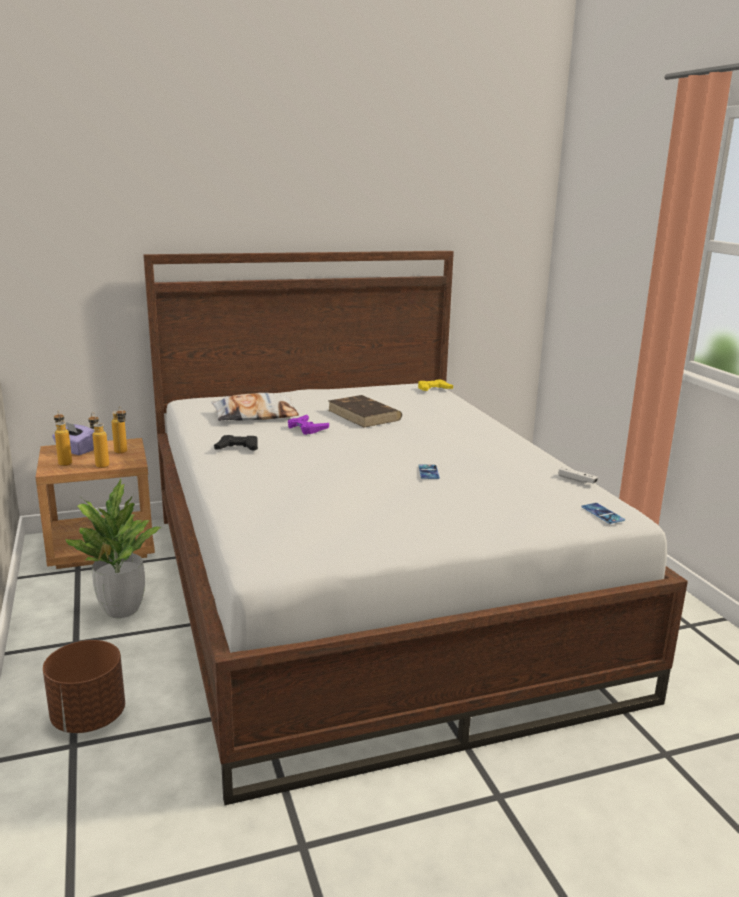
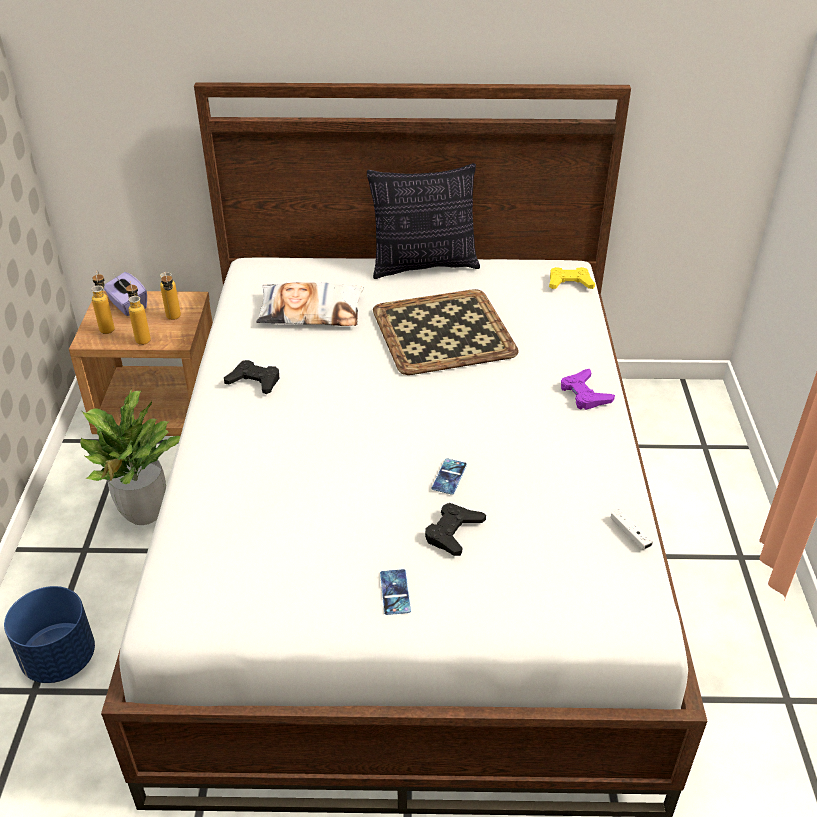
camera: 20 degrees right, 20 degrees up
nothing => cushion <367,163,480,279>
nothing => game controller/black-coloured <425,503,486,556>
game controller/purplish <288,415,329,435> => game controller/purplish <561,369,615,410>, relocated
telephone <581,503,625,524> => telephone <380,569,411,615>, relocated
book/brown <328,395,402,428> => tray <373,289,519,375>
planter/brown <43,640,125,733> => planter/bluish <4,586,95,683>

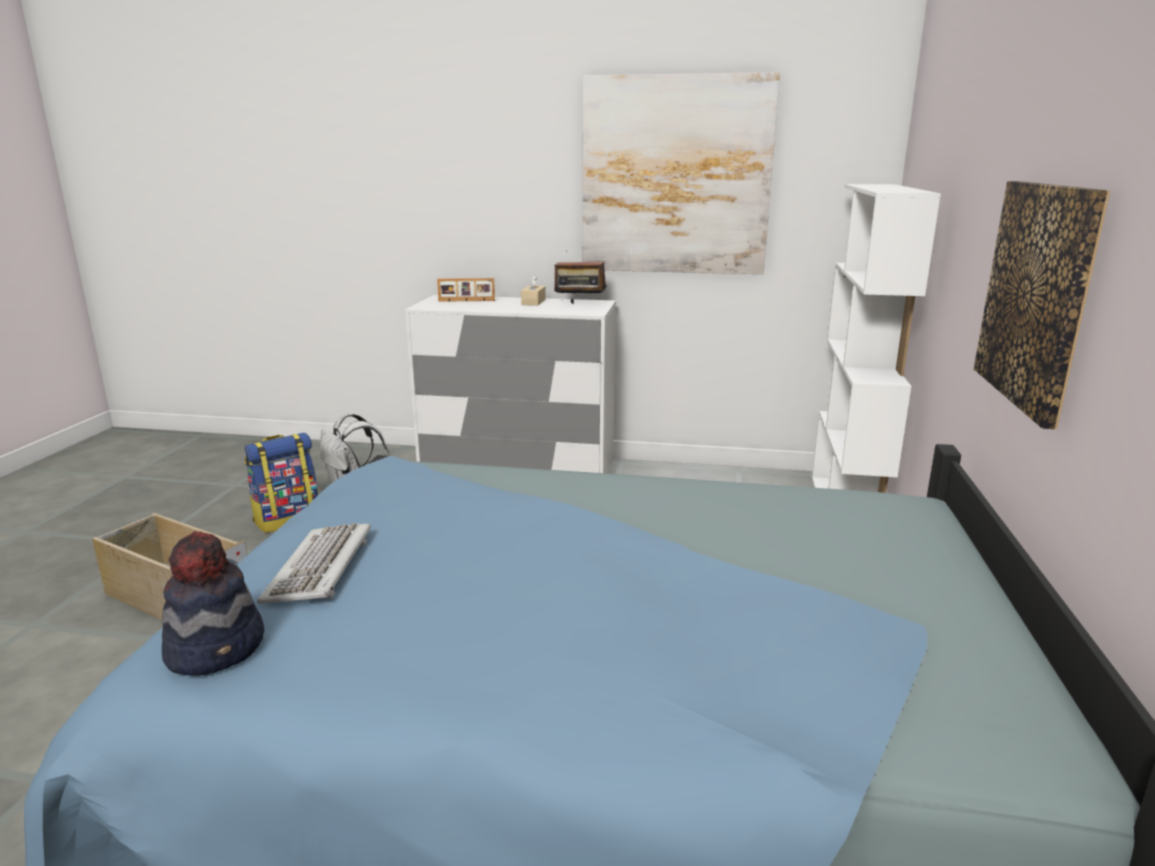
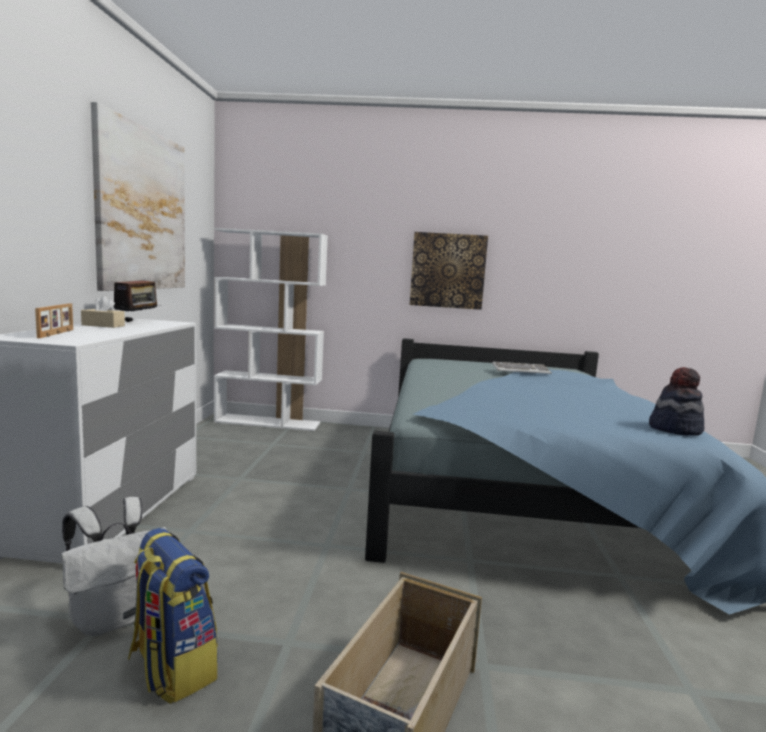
camera: 95 degrees left, 10 degrees down
PC keyboard <257,523,371,604> => PC keyboard <492,362,552,374>, relocated

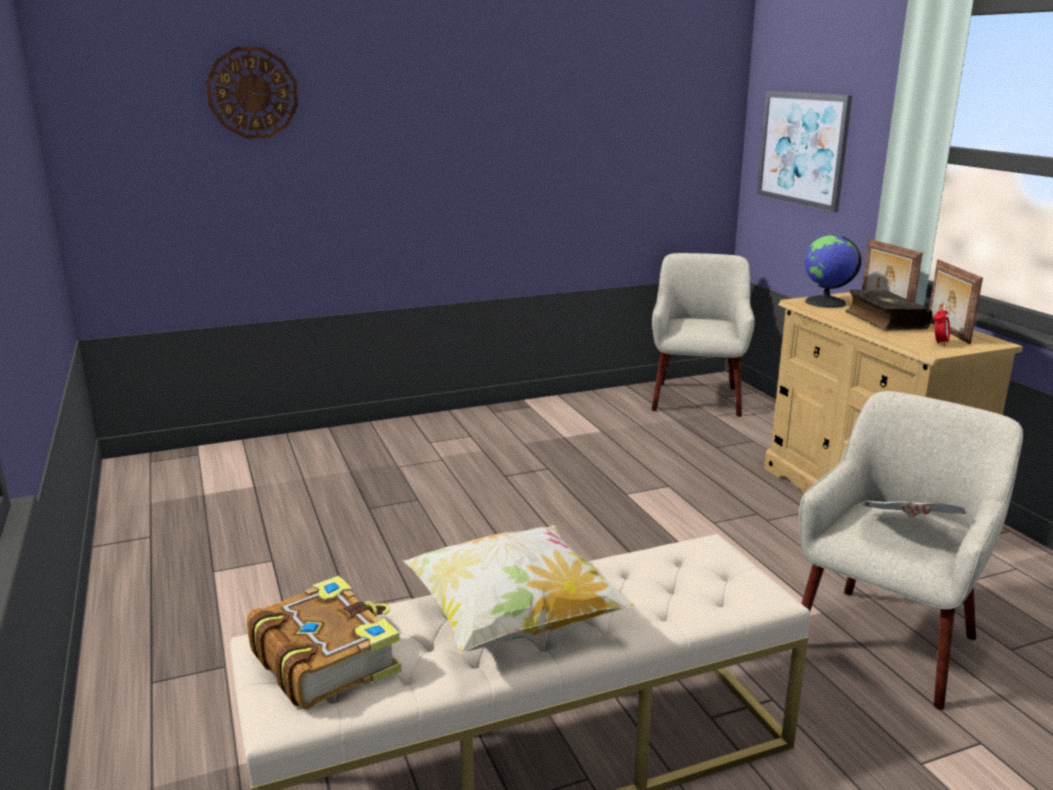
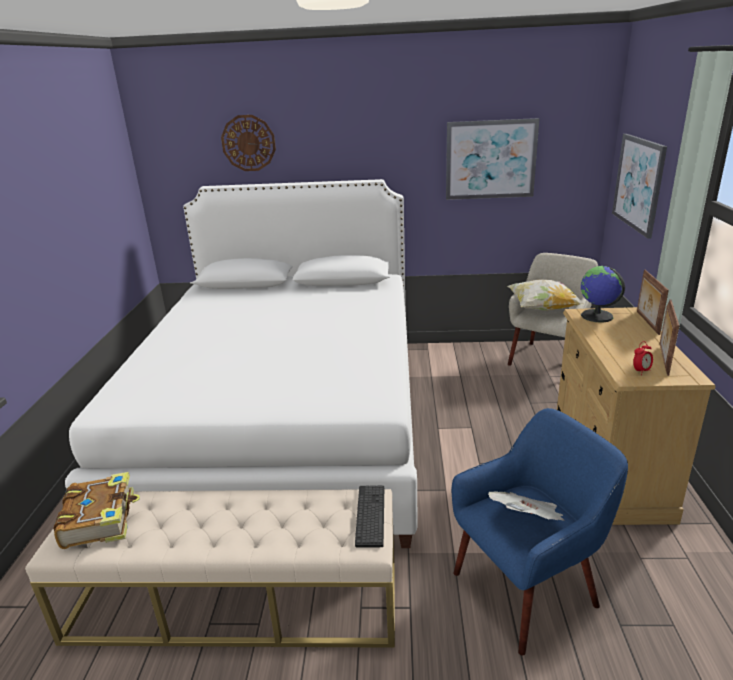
camera: 25 degrees right, 5 degrees up
book <845,290,933,330> => nothing
nothing => bed/white <65,179,418,548>
nothing => PC keyboard <355,485,384,547>
nothing => wall picture <446,118,539,200>
cushion <403,525,635,654> => cushion <508,279,584,311>, relocated
armchair/beige-coloured <799,391,1023,710> => armchair/bluish <451,408,628,656>

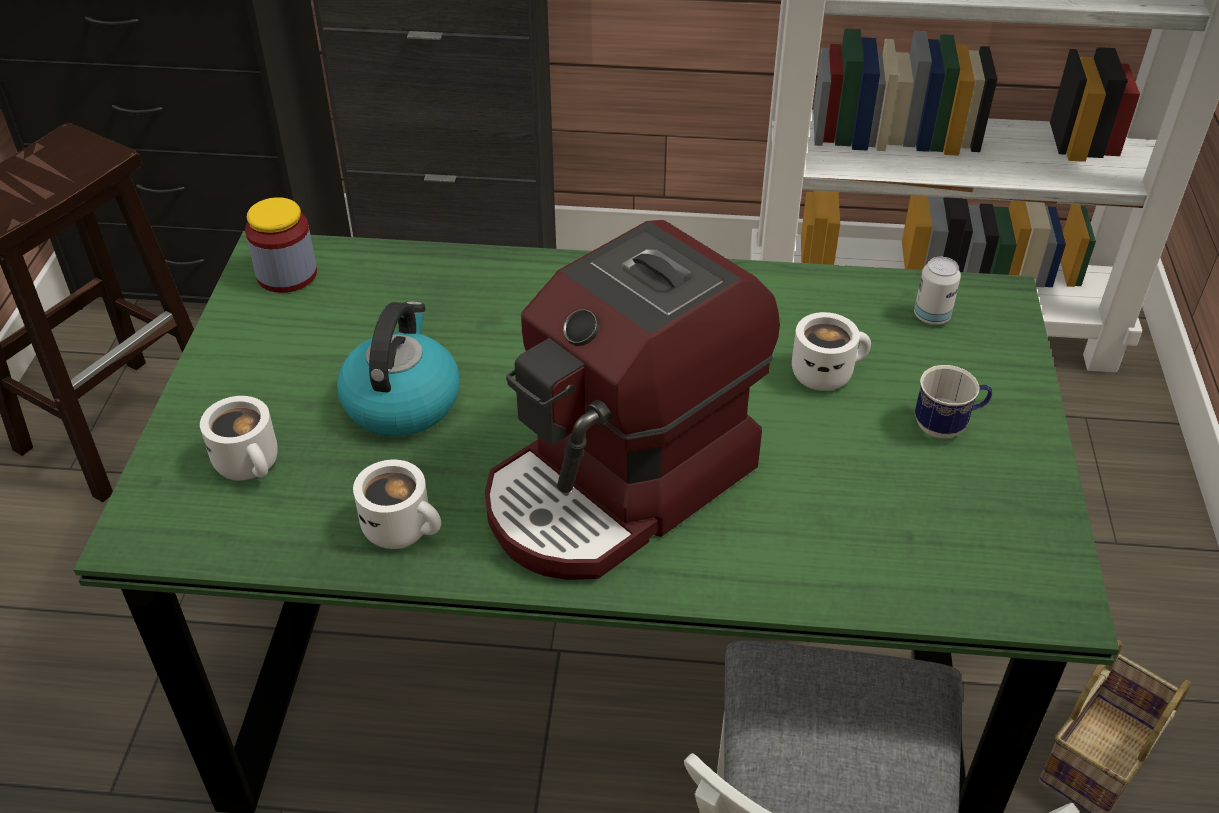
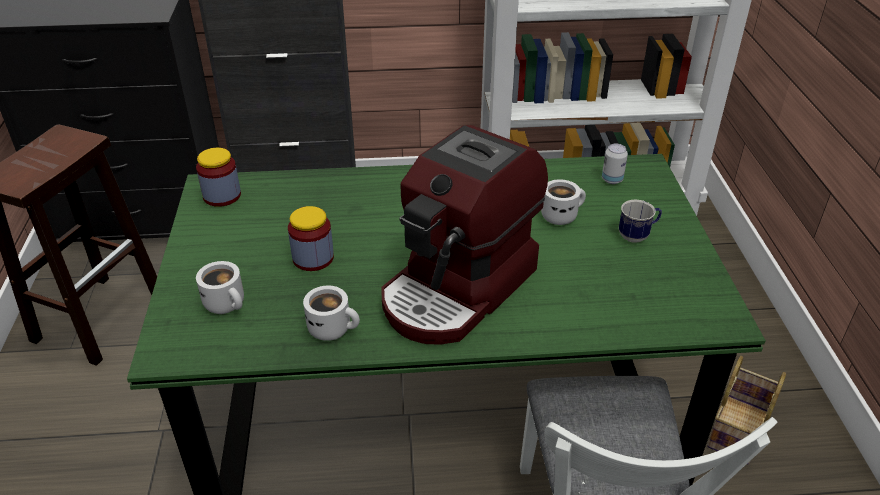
camera: 10 degrees left, 5 degrees down
water kettle <337,301,460,436> => jar <288,206,334,271>

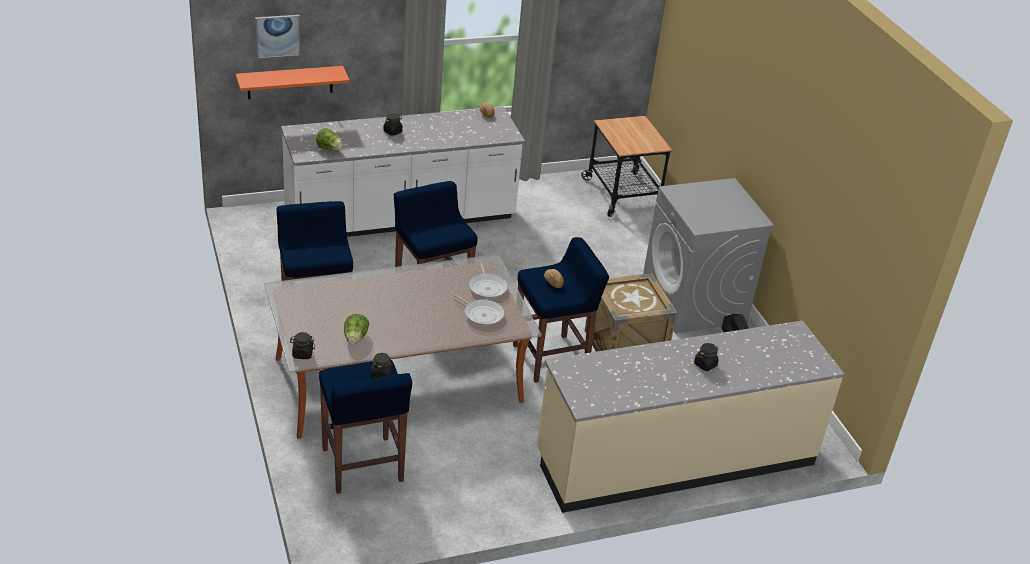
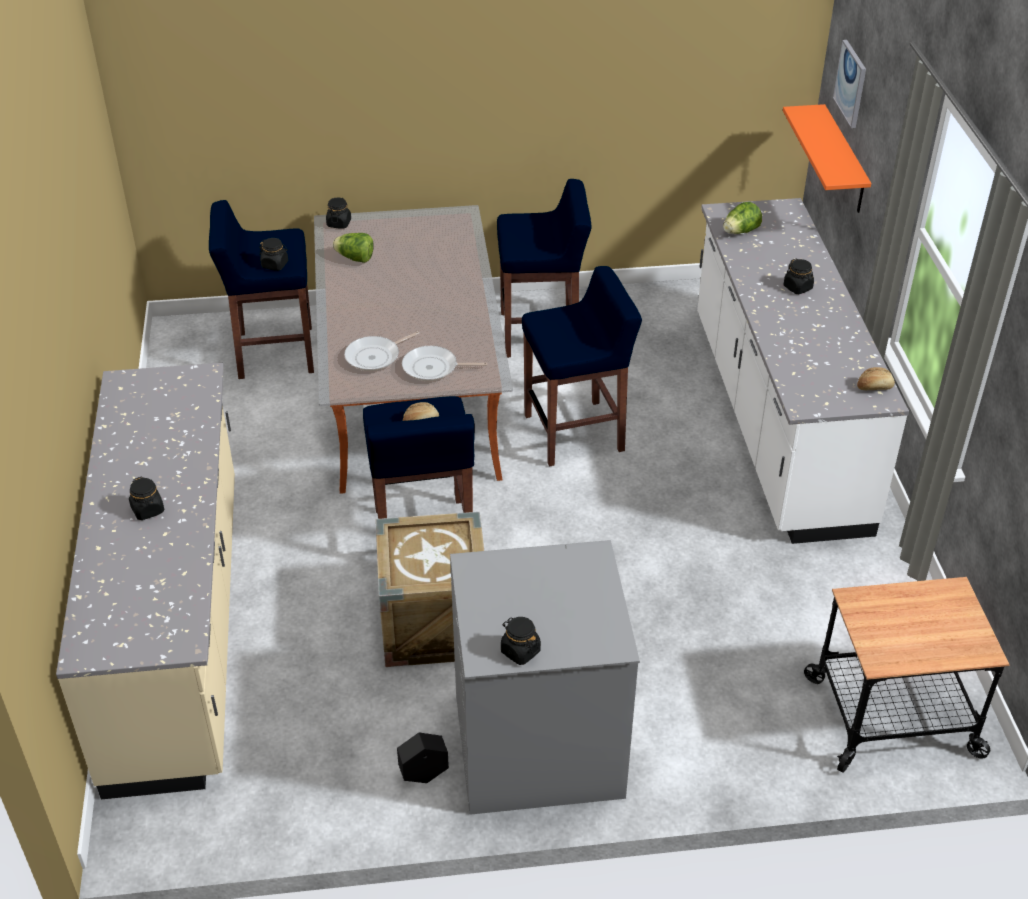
camera: 105 degrees right, 5 degrees up
nothing => jar/black-coloured <501,617,541,665>

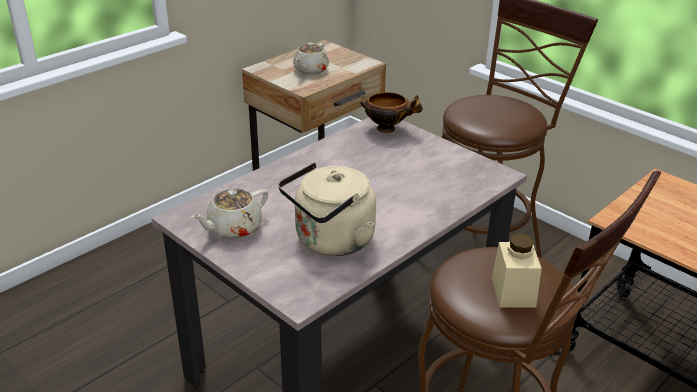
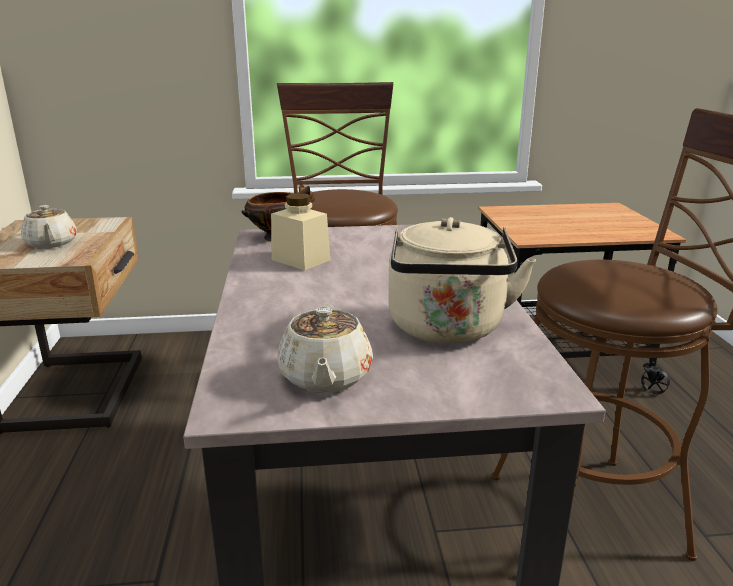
camera: 50 degrees left, 10 degrees down
jar/beige-coloured <492,234,542,308> => jar/beige-coloured <271,193,330,270>, relocated

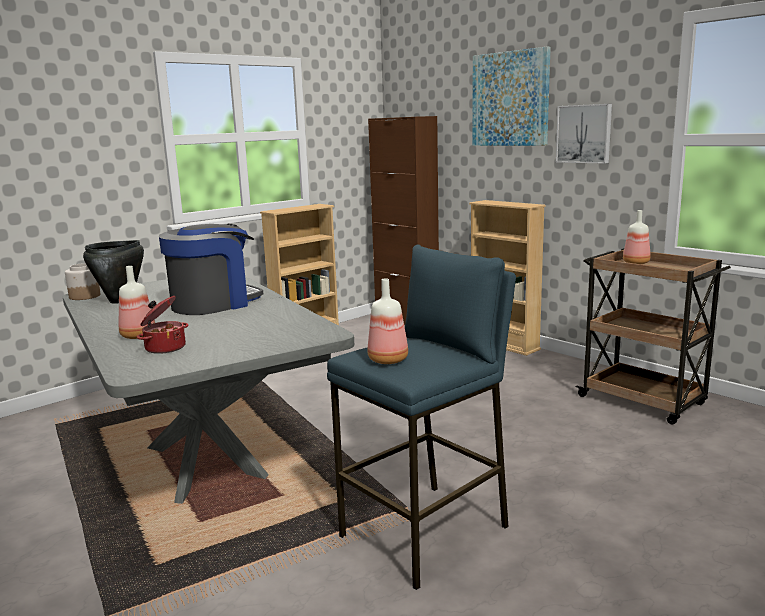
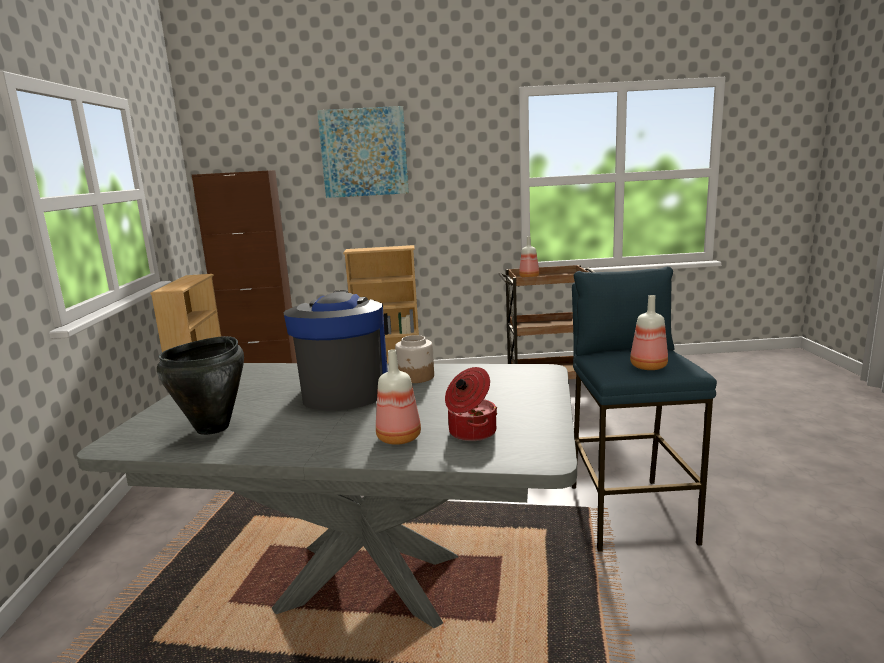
camera: 50 degrees left, 0 degrees up
wall picture <556,104,612,164> => nothing
jar <65,263,100,300> => jar <395,335,434,383>, relocated

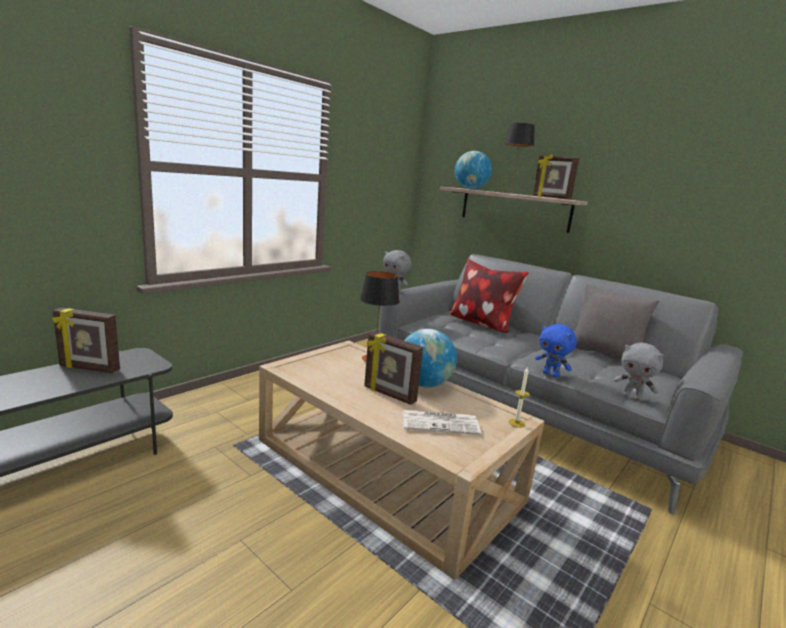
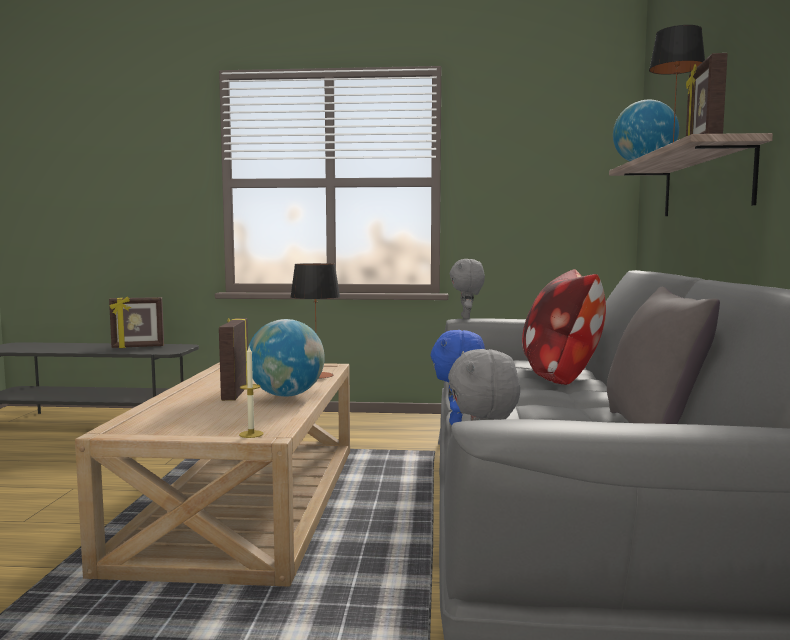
camera: 55 degrees right, 10 degrees down
newspaper <403,410,481,435> => nothing
photo frame <52,308,120,373> => photo frame <109,296,164,348>, 75 degrees counterclockwise

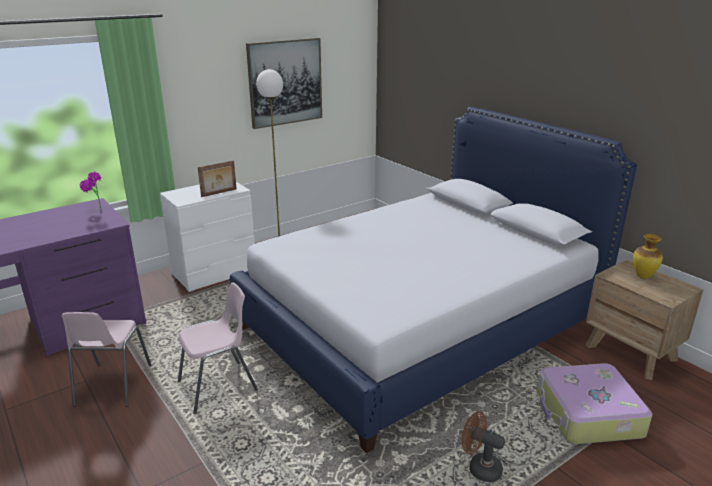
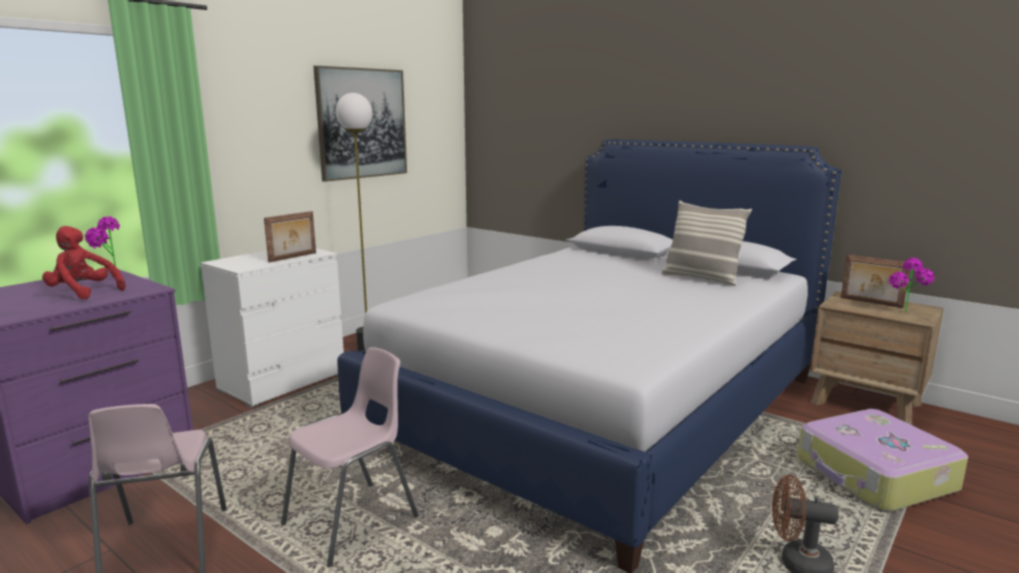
camera: 15 degrees left, 10 degrees down
nothing => plush toy/red <42,226,126,299>
nothing => cushion <661,201,752,286>
nothing => potted plant <889,258,935,313>
flower vase <633,234,663,279> => photo frame <841,254,910,308>

